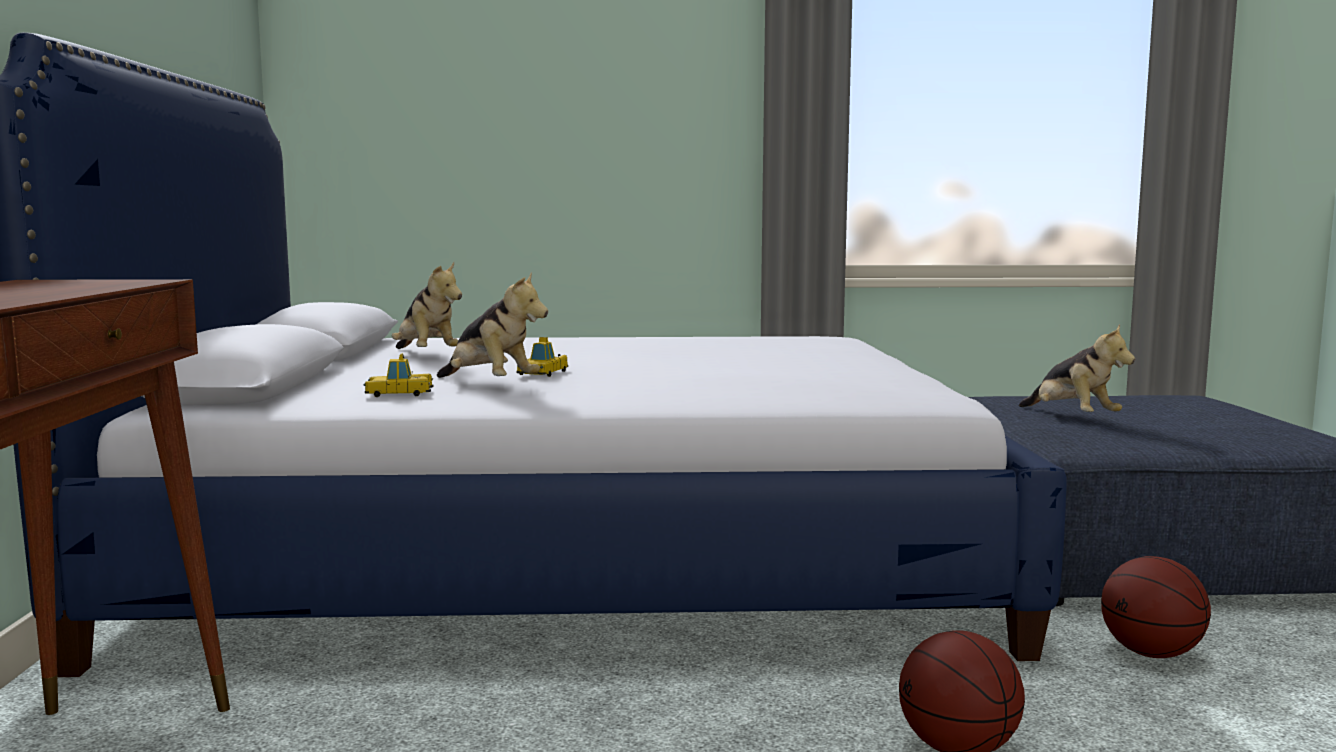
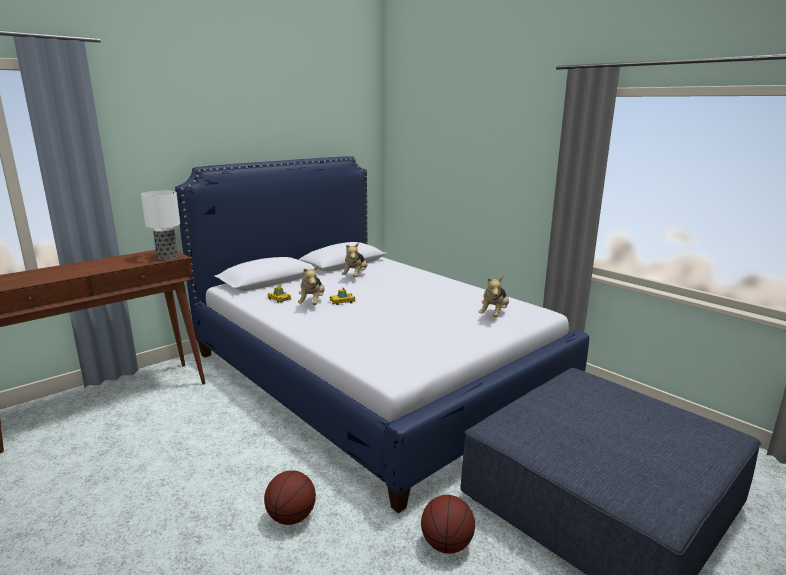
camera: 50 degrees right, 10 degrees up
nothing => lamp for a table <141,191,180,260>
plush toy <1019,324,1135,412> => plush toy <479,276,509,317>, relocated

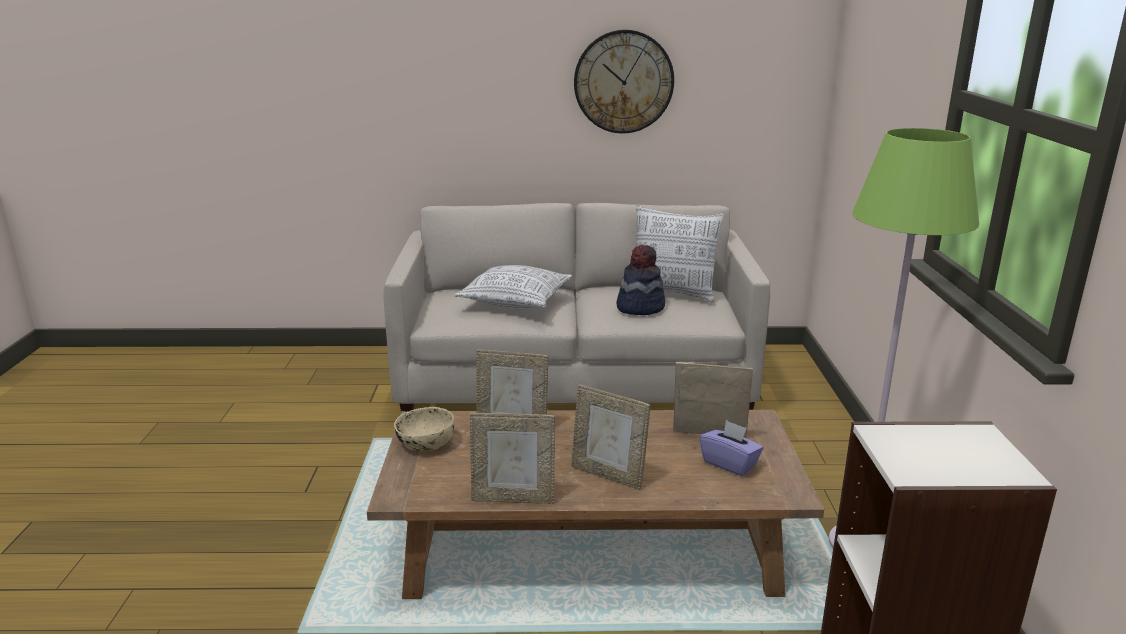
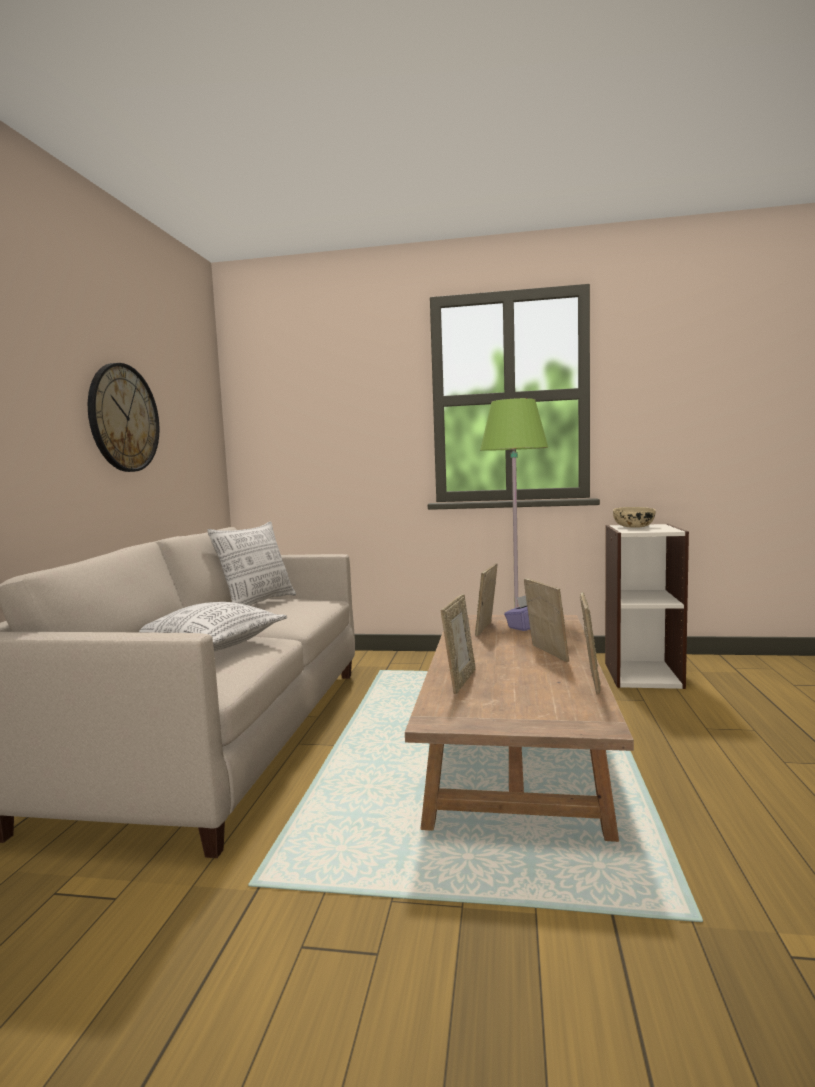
camera: 80 degrees left, 15 degrees down
wearable hat <617,245,665,315> => nothing
bowl/beige-coloured <394,407,455,452> => bowl/beige-coloured <613,507,656,528>, relocated
photo frame <571,384,651,490> => photo frame <524,578,569,662>, 60 degrees counterclockwise

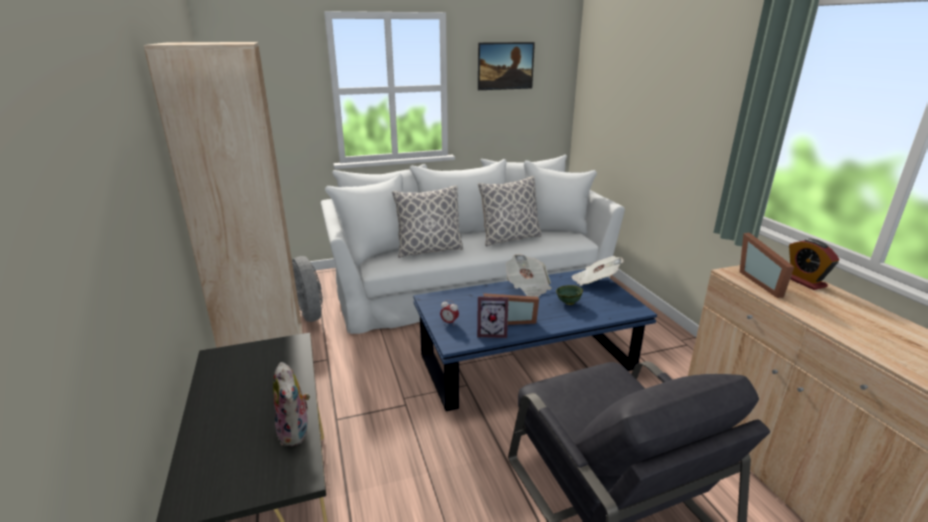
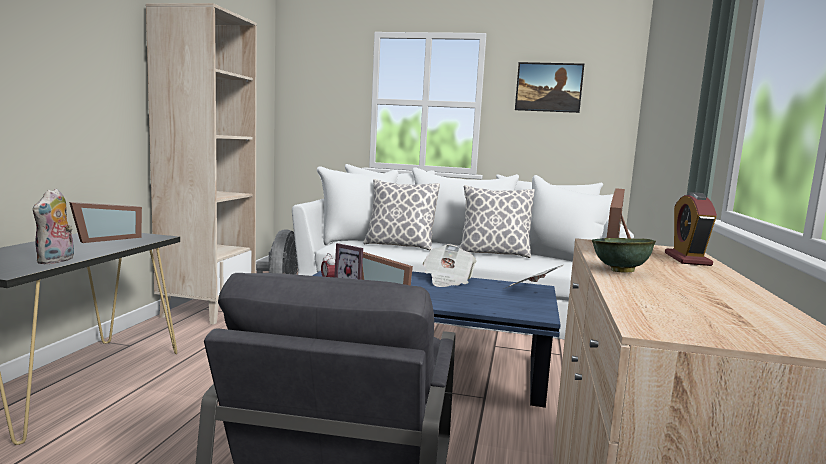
camera: 30 degrees right, 15 degrees down
nothing => photo frame <69,202,142,243>
bowl/green-coloured <556,285,583,305> => bowl/green-coloured <592,238,656,272>, relocated

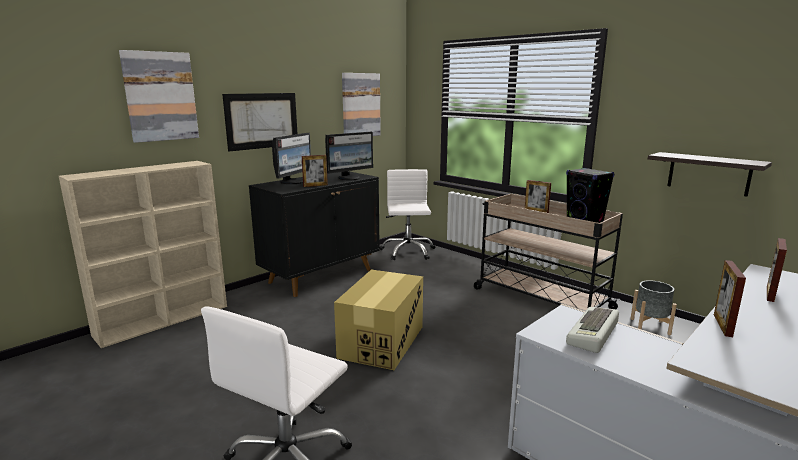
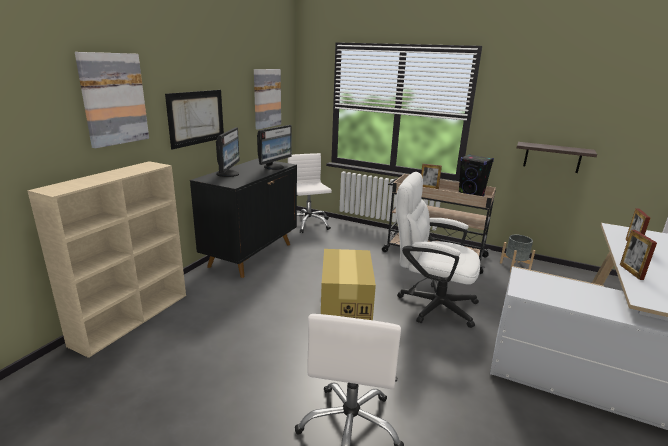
camera: 20 degrees left, 5 degrees up
photo frame <302,155,328,187> => nothing
PC keyboard <566,307,619,353> => nothing
nothing => office chair/white <396,172,480,328>

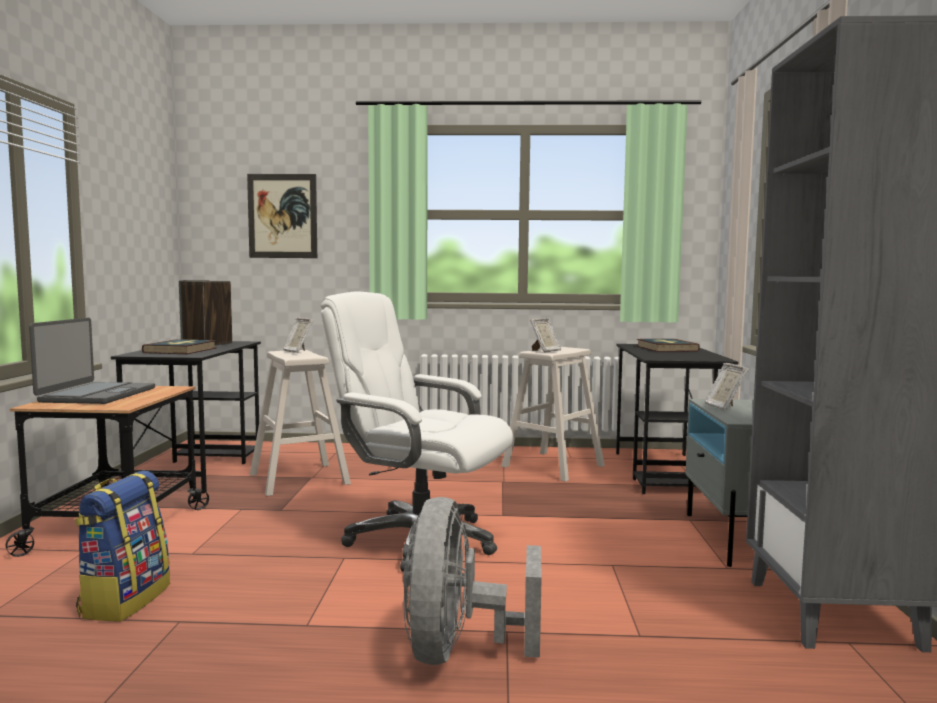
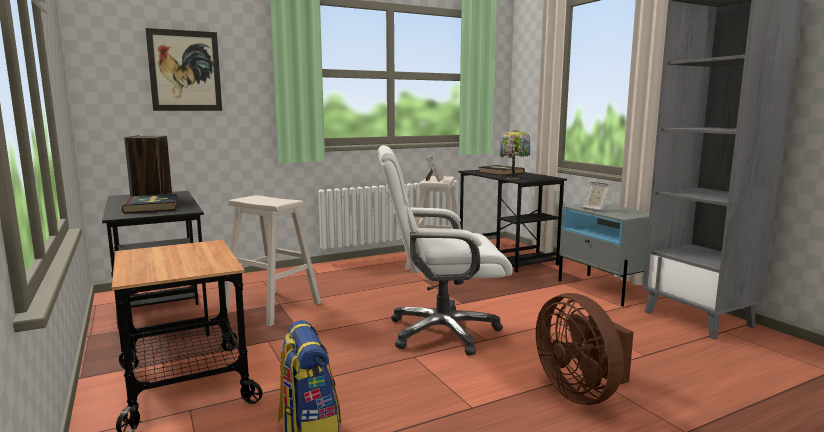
camera: 30 degrees left, 5 degrees up
portable computer <29,318,155,404> => nothing
photo frame <283,317,313,353> => nothing
nothing => lamp for a table <500,130,530,179>
fan/grey <403,497,542,665> => fan/brown <536,293,634,405>

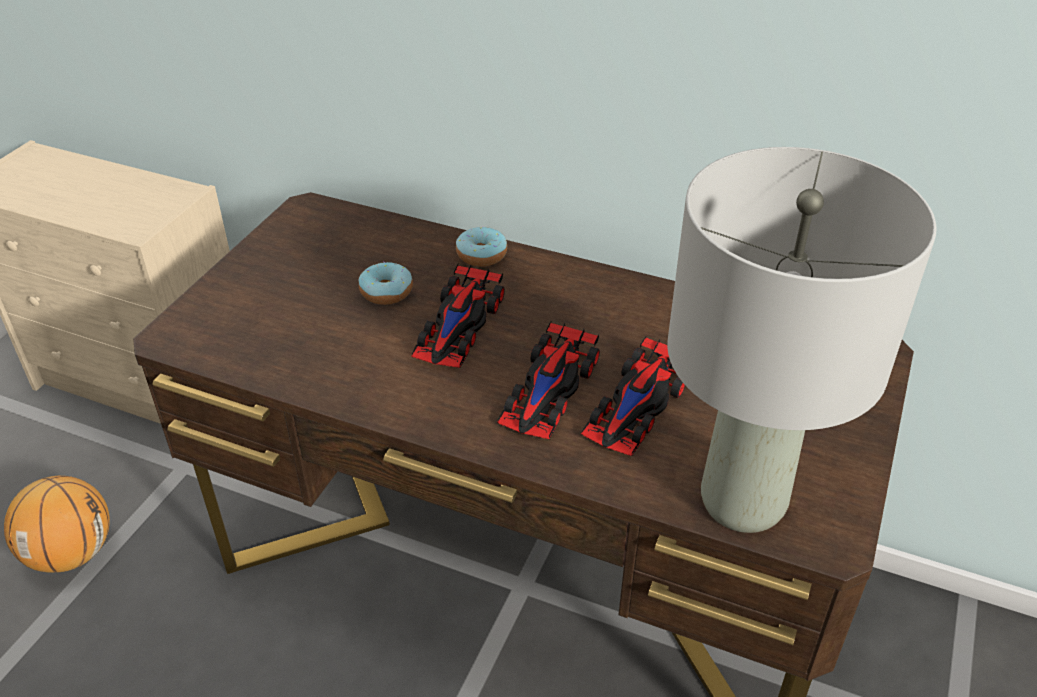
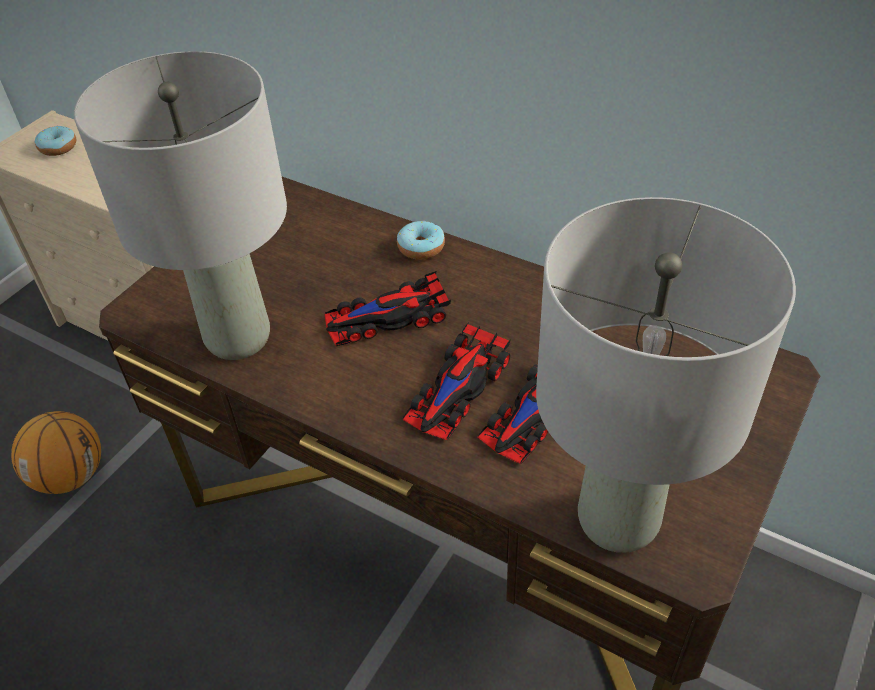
camera: 10 degrees right, 5 degrees up
nothing => lamp for a table/grey <74,51,287,360>
ring doughnut <359,261,413,305> => ring doughnut <35,125,76,156>, relocated
model car <411,265,505,368> => model car <324,271,451,346>, 45 degrees clockwise

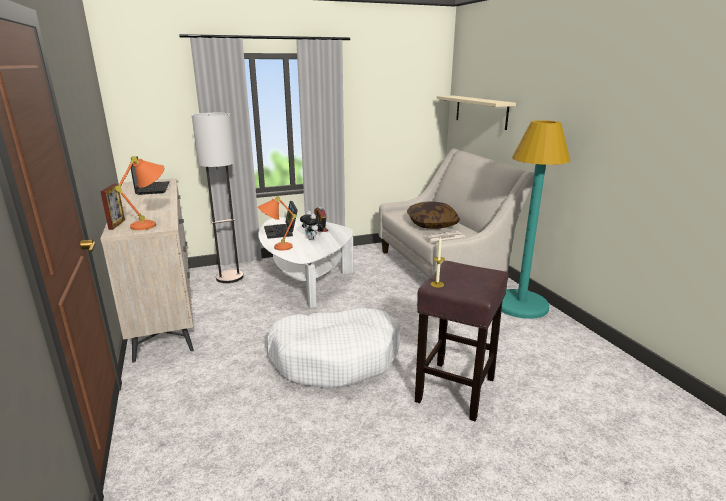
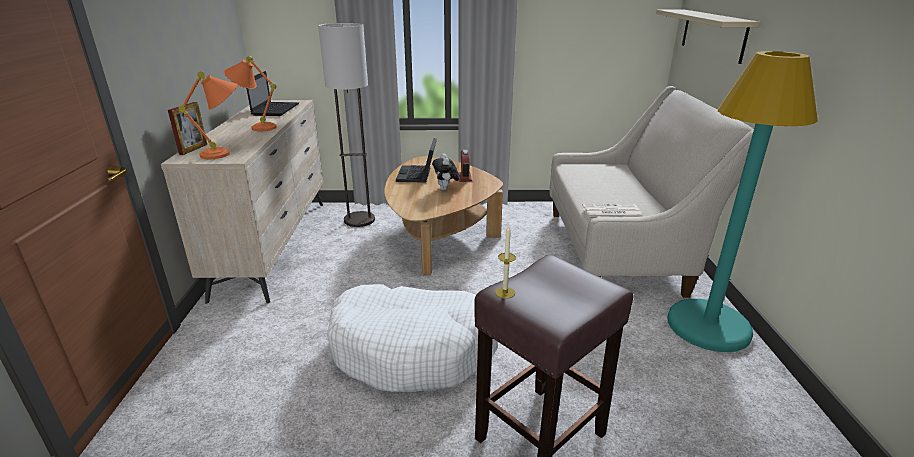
camera: 20 degrees right, 5 degrees up
cushion <407,202,460,229> => nothing
lamp for a table/orangey <258,196,296,251> => lamp for a table/orangey <224,56,277,131>, relocated
coffee table/white <258,217,353,308> => coffee table/brown <384,156,503,275>

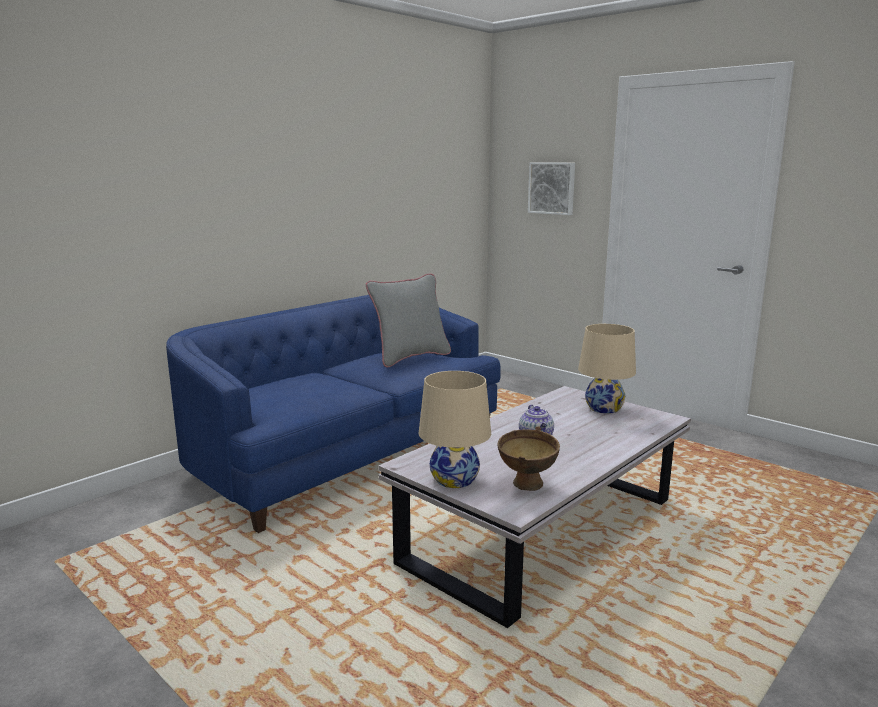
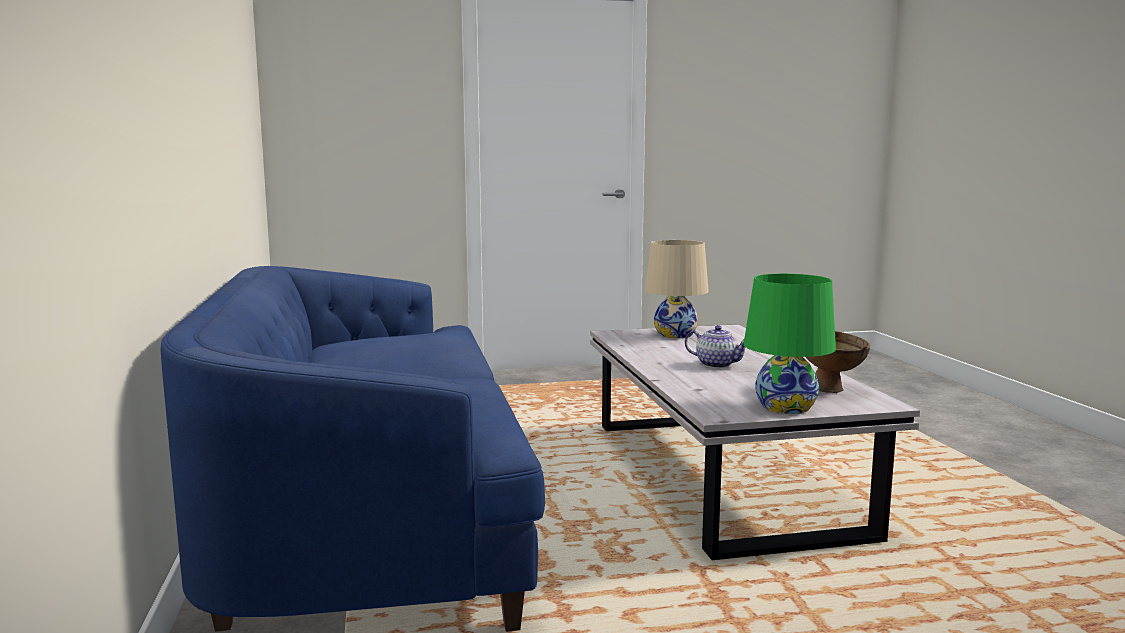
camera: 55 degrees left, 5 degrees down
cushion/grey <366,273,451,367> => nothing
wall picture <528,163,575,215> => nothing
lamp for a table/beige-coloured <419,371,491,488> => lamp for a table/green-coloured <744,274,836,414>

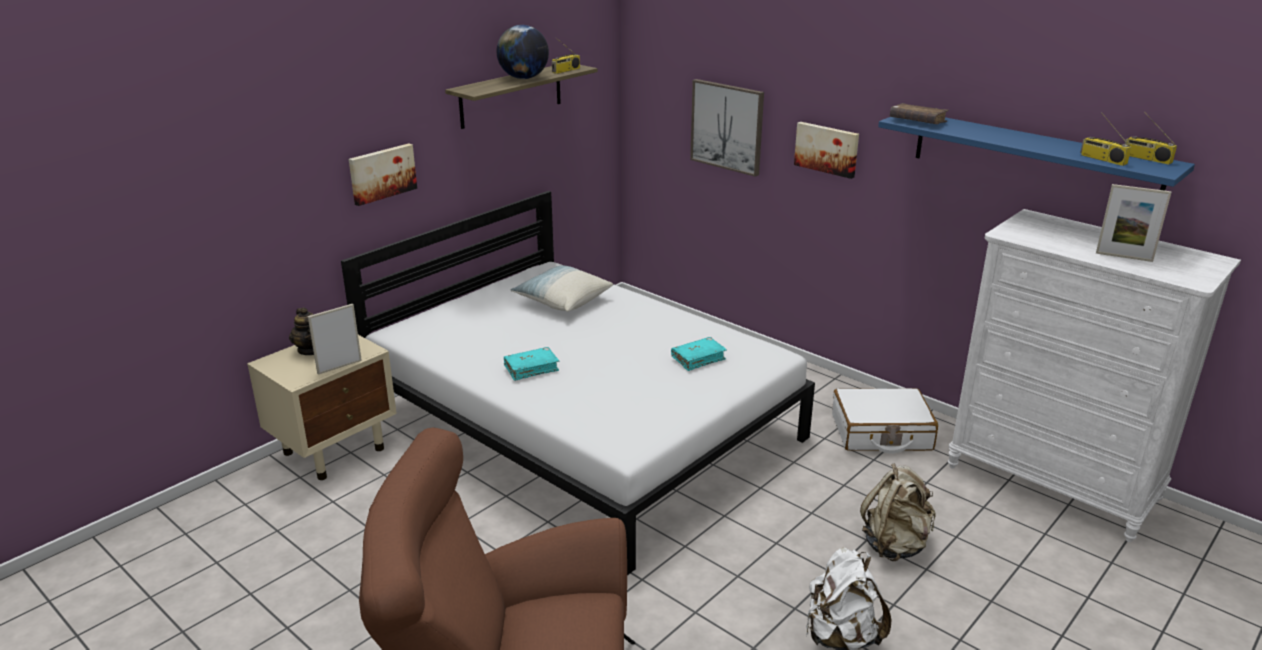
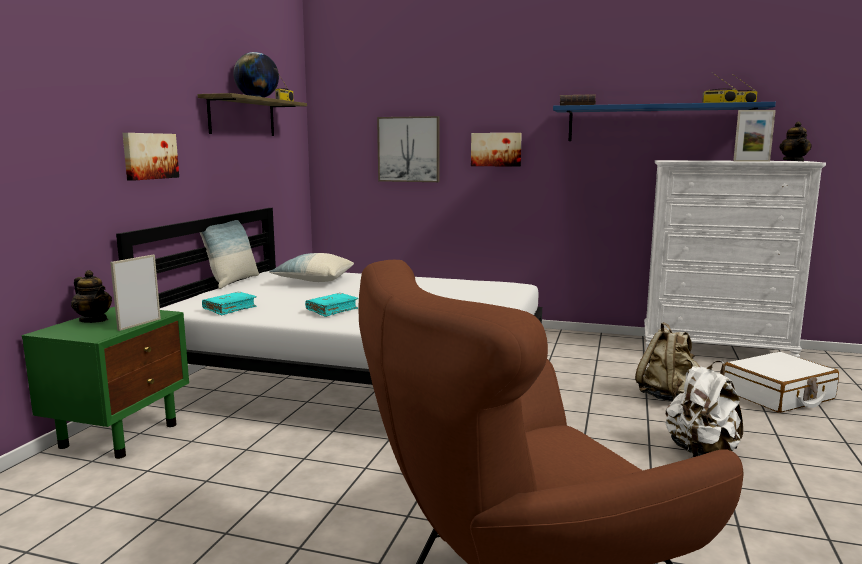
camera: 25 degrees left, 15 degrees down
nothing => cushion <200,220,259,289>
nothing => tea pot <780,121,812,161>
book/turquoise-coloured <671,337,727,371> => book/turquoise-coloured <202,292,257,315>, relocated
travel case/white <832,388,938,454> => travel case/white <724,352,839,413>, relocated
bedside table/beige-coloured <247,335,397,480> => bedside table/green-coloured <22,307,189,459>

